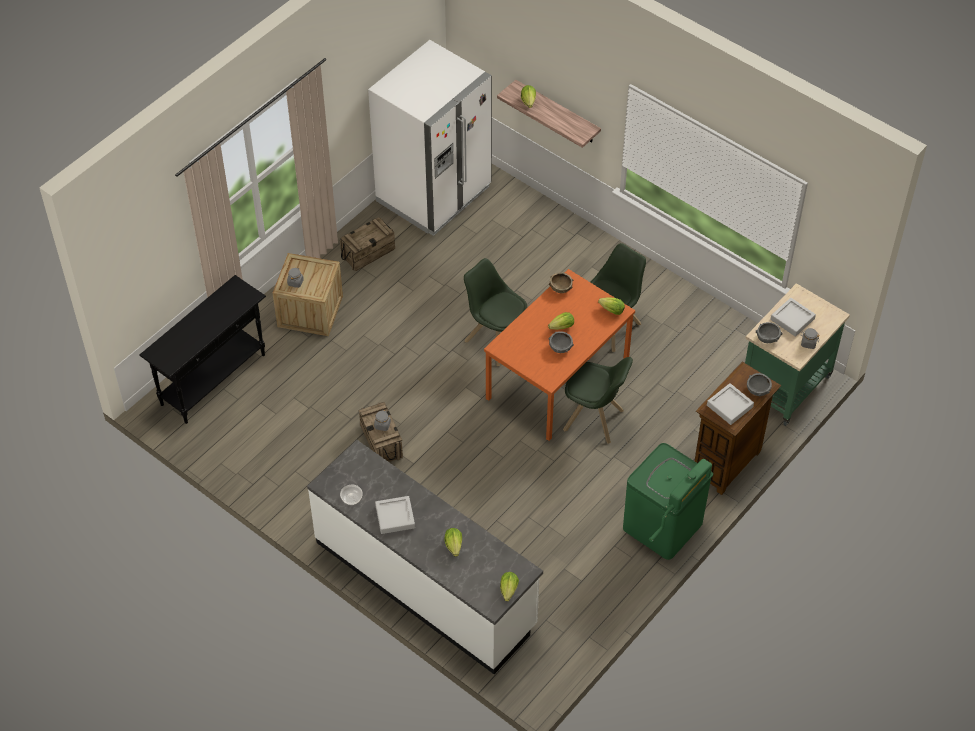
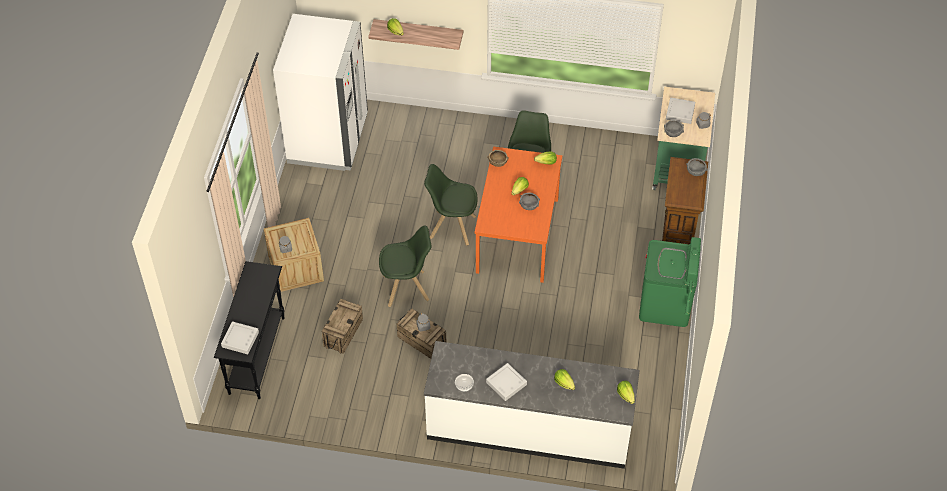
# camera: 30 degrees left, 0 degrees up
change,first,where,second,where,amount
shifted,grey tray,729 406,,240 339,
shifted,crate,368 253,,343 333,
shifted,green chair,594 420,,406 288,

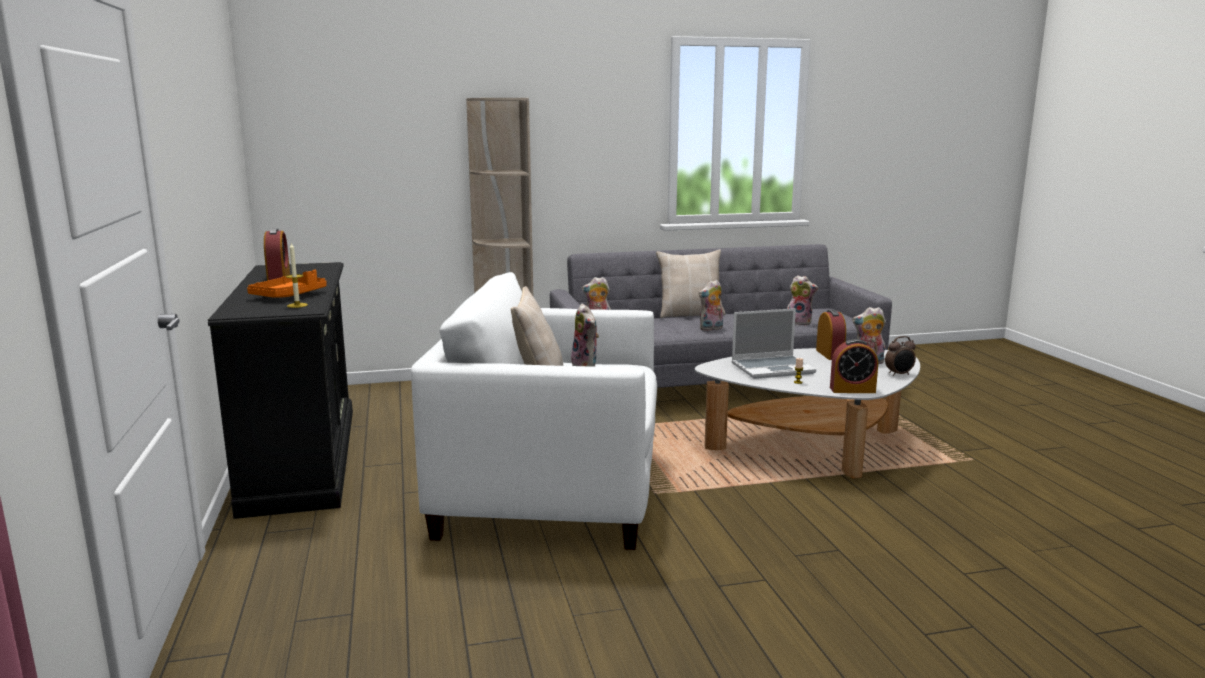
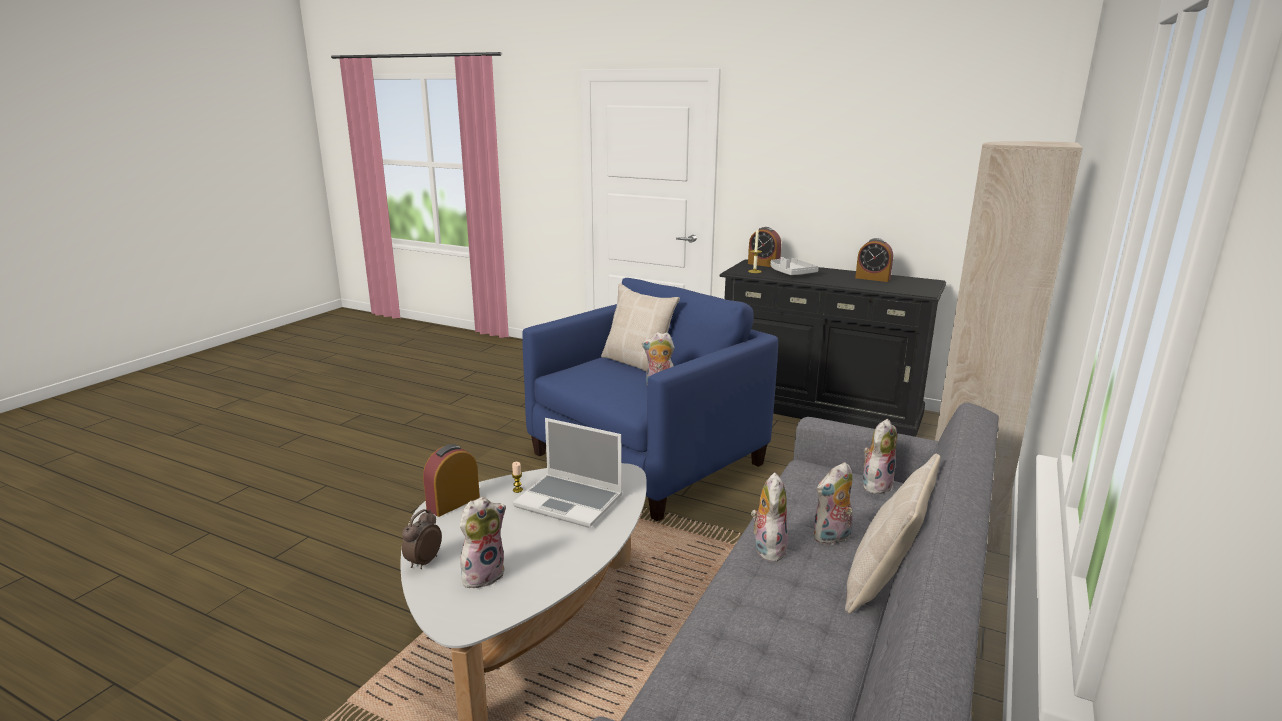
# camera: 130 degrees right, 5 degrees up
change,first,where,second,where,amount
rotated,laptop,773 368,,570 501,90 degrees counterclockwise
repainted,white armchair,551 492,blue armchair,646 459,
shifted,alarm clock,829 354,,763 264,
repainted,orange tray,289 295,grey tray,791 273,
shifted,plush toy,799 322,,832 538,

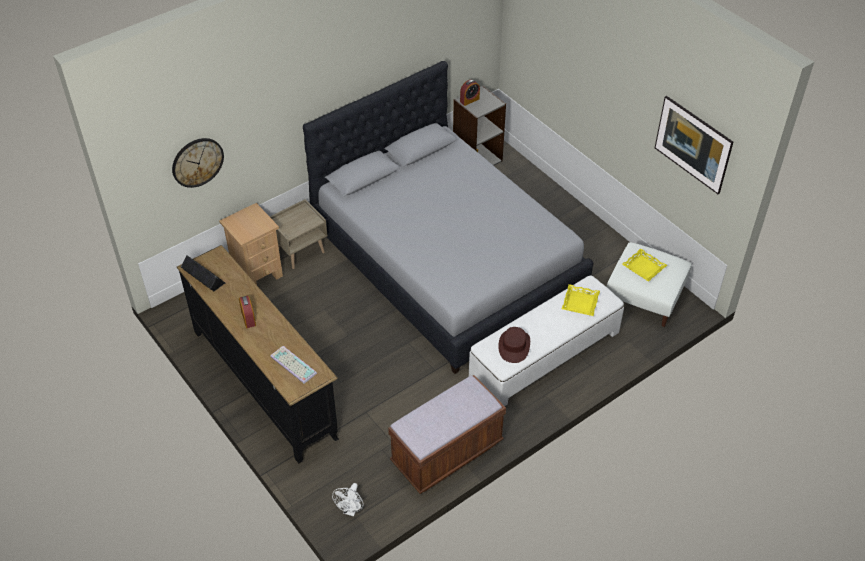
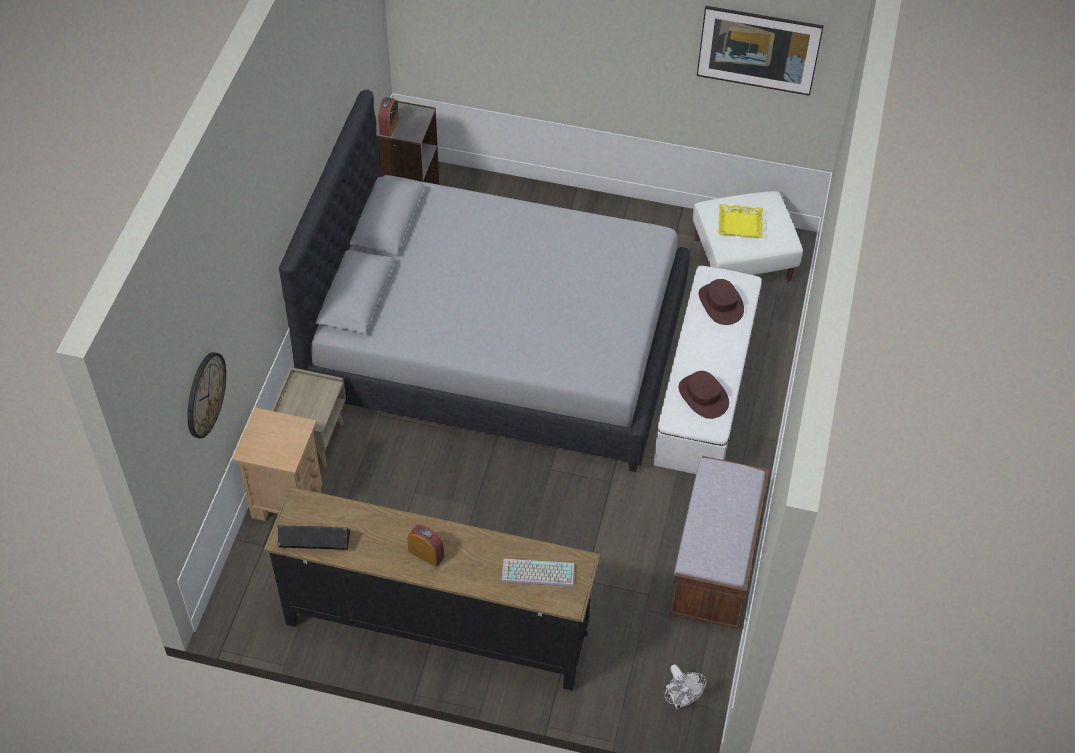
# camera: 40 degrees left, 5 degrees up
change,first,where,second,where,amount
swapped,yellow tray,580 303,brown hat,721 304,

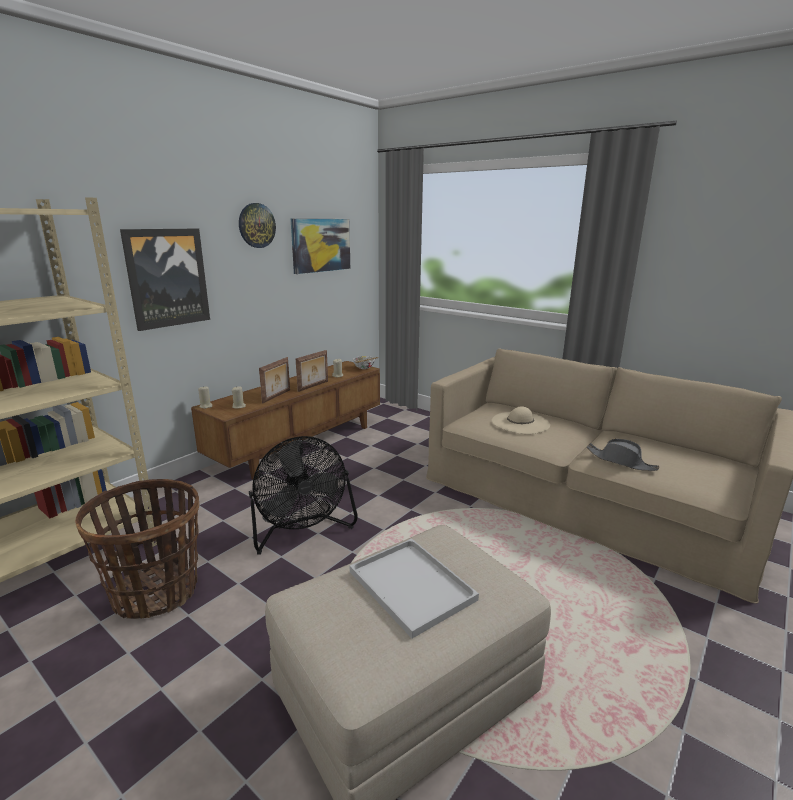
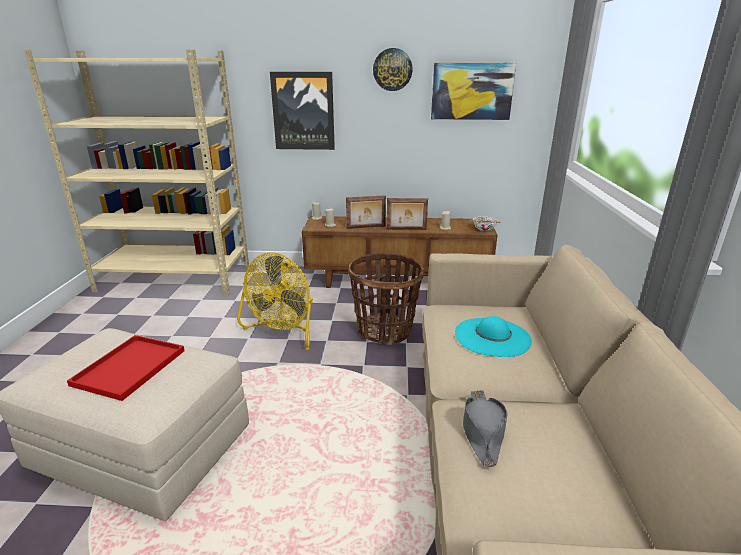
# camera: 55 degrees right, 5 degrees up
change,first,where,second,where,amount
repainted,white tray,409 585,red tray,130 366,
repainted,black fan,298 530,yellow fan,283 330,
shifted,basket,156 592,,385 331,
repainted,beige hat,520 423,turquoise hat,492 336,

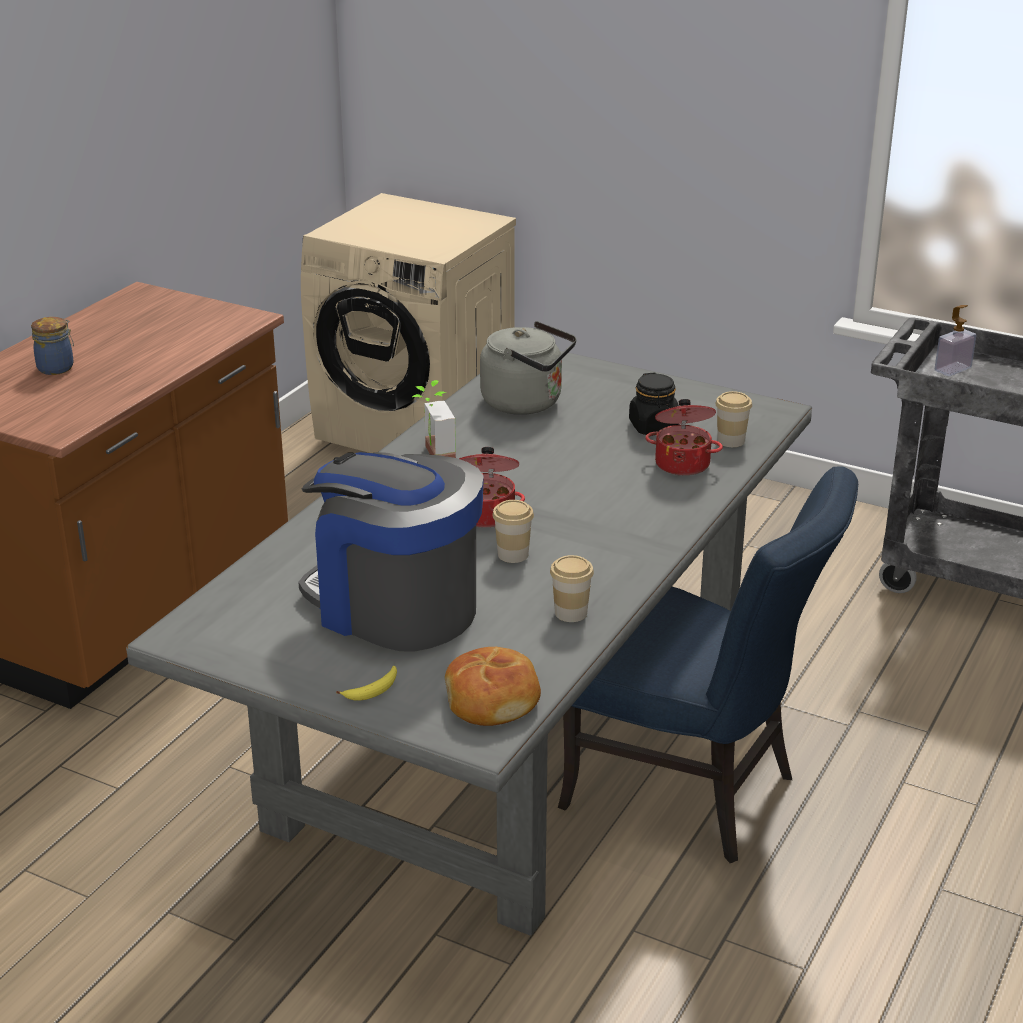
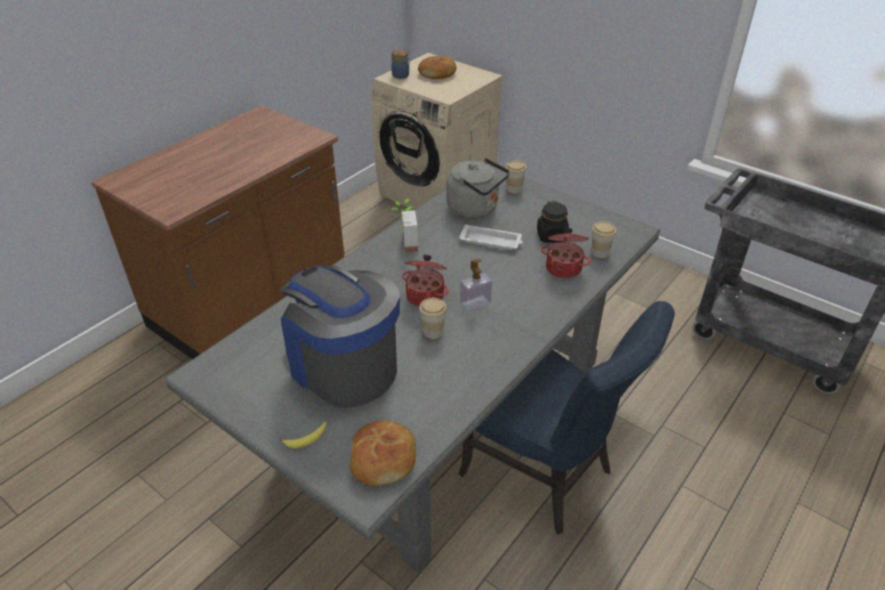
# camera: 10 degrees right, 10 degrees up
change,first,where,second,where,amount
shifted,jar,57 367,,401 75,
new,,,bread,438 74,
new,,,white tray,491 241,
shifted,soap dispenser,952 369,,475 303,
shifted,cup,571 613,,514 189,

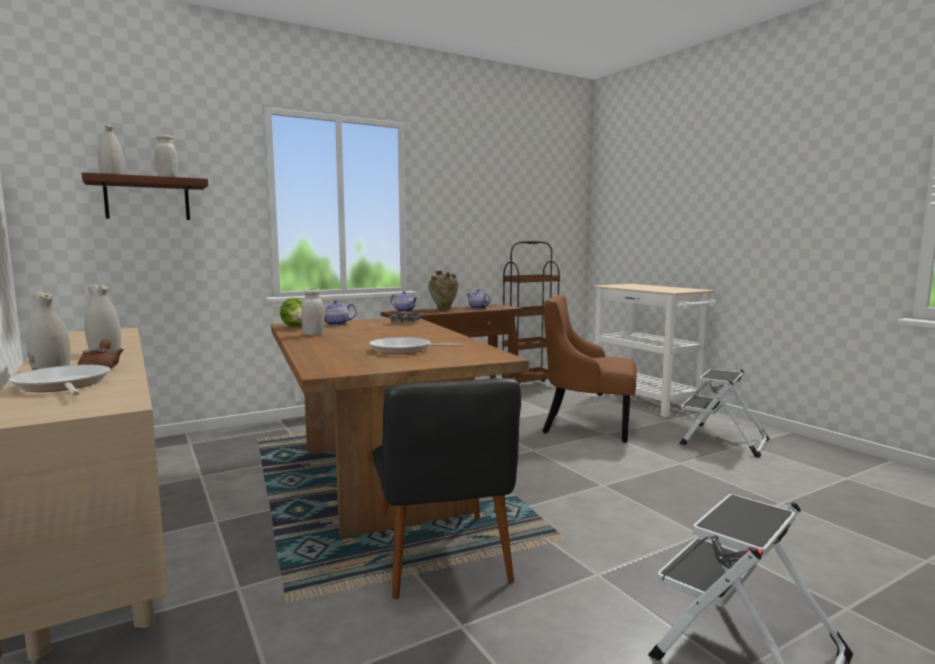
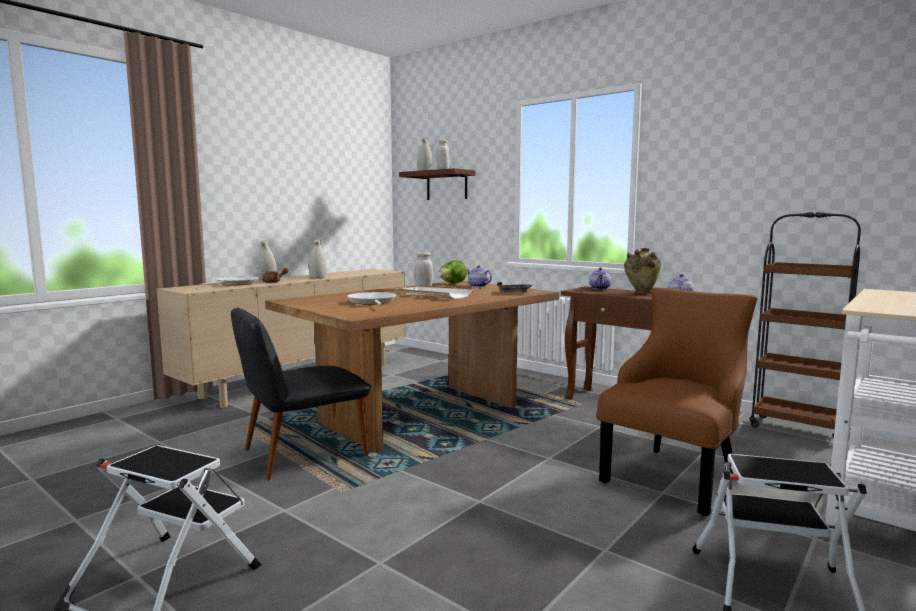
# camera: 70 degrees right, 0 degrees up
change,first,where,second,where,amount
new,,,white tray,433 295,
rotated,brown chair,588 427,,673 480,45 degrees clockwise

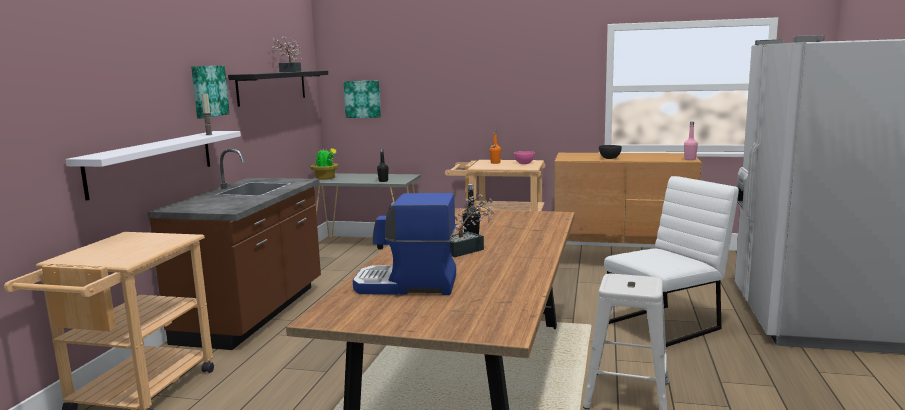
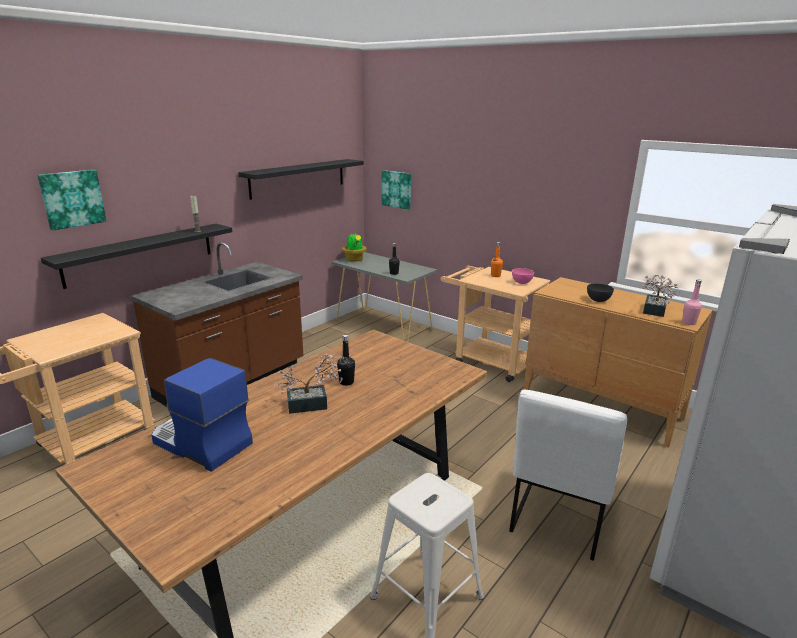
# camera: 25 degrees right, 10 degrees up
change,first,where,second,where,amount
shifted,picture,208 91,,72 199,
repainted,white shelf,153 162,black shelf,141 254,
rotated,white chair,665 325,,558 516,120 degrees clockwise
shifted,potted plant,289 71,,653 311,

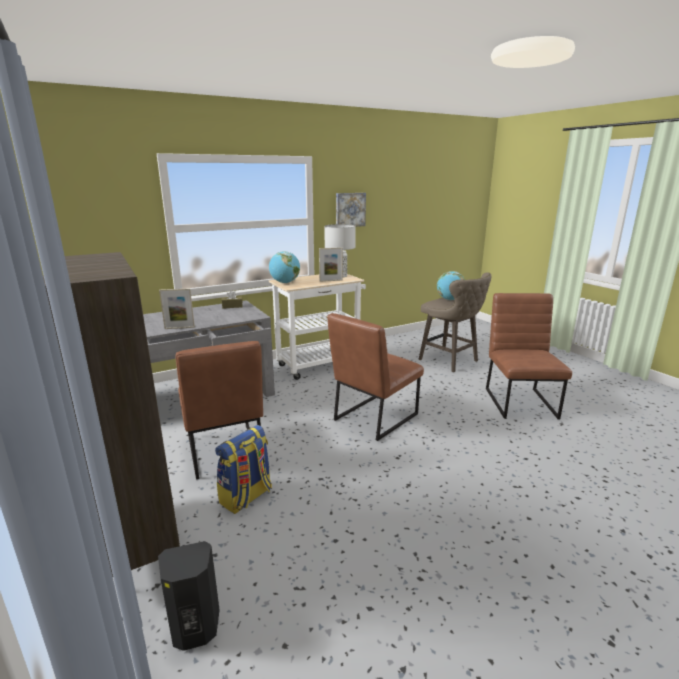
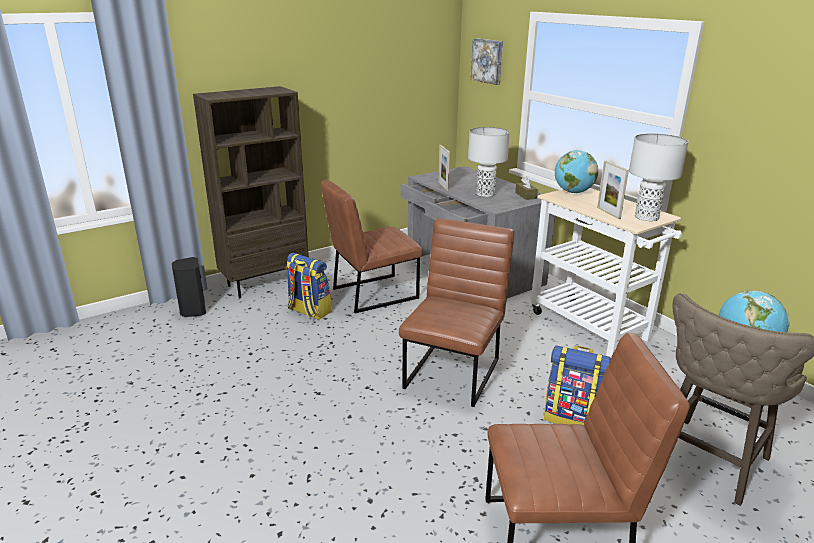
# camera: 85 degrees right, 5 degrees up
change,first,where,second,where,amount
rotated,brown chair,374 417,,454 372,75 degrees clockwise
new,,,white table lamp,485 194,
shifted,picture,350 209,,488 61,
new,,,backpack,572 417,

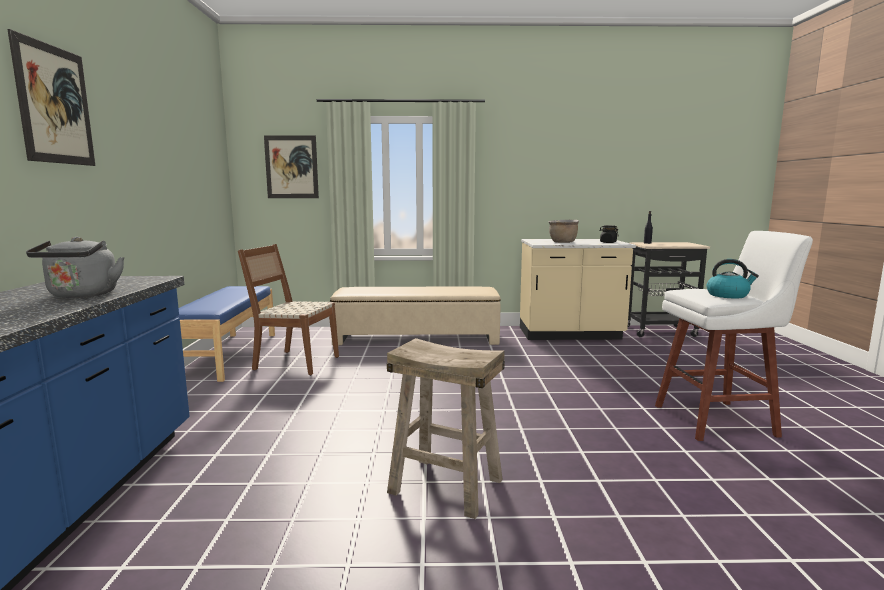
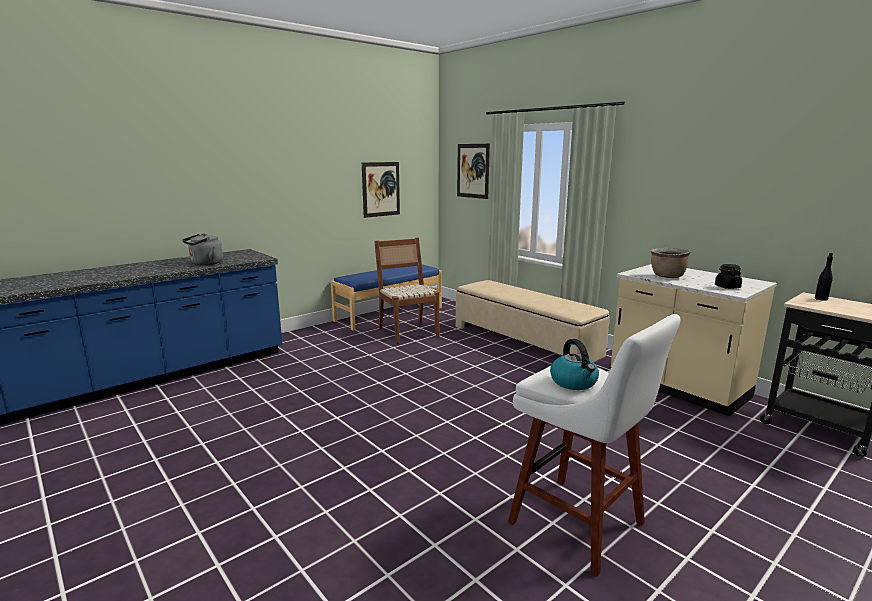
# camera: 50 degrees right, 5 degrees up
change,first,where,second,where,amount
shifted,picture,55 105,,381 189,
gone,beige stool,446 485,,,

